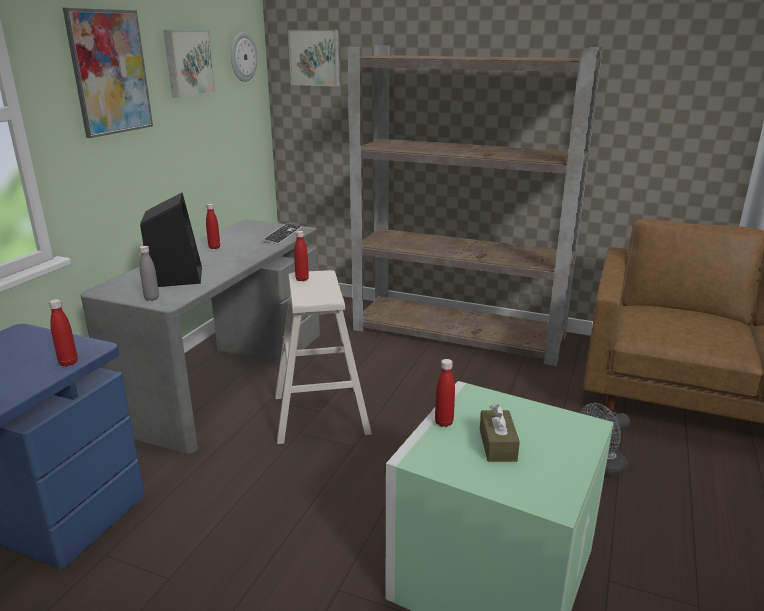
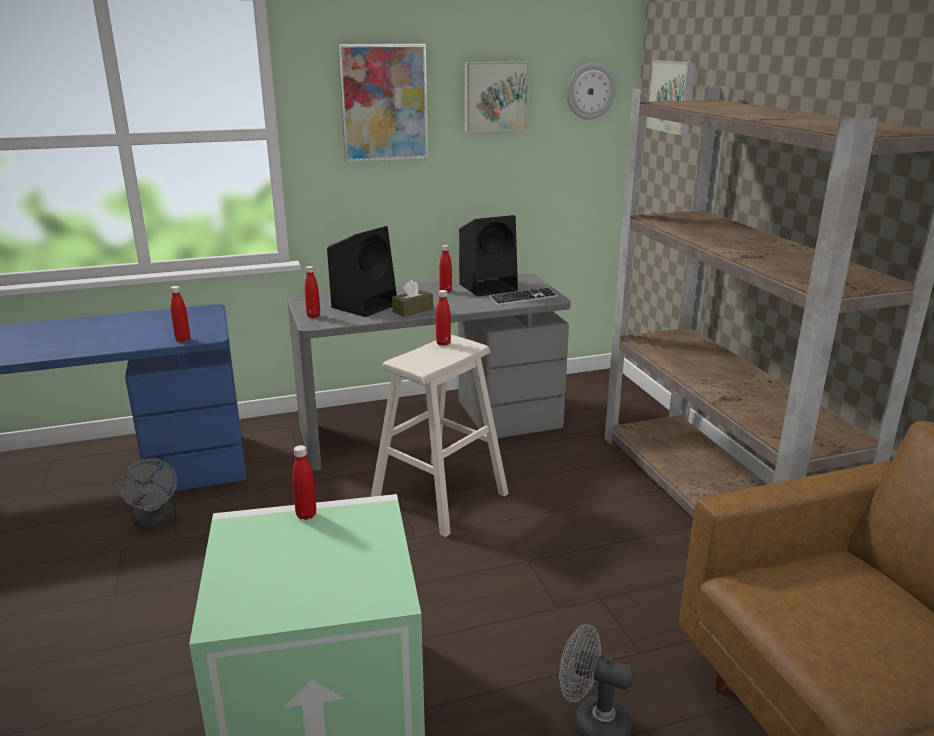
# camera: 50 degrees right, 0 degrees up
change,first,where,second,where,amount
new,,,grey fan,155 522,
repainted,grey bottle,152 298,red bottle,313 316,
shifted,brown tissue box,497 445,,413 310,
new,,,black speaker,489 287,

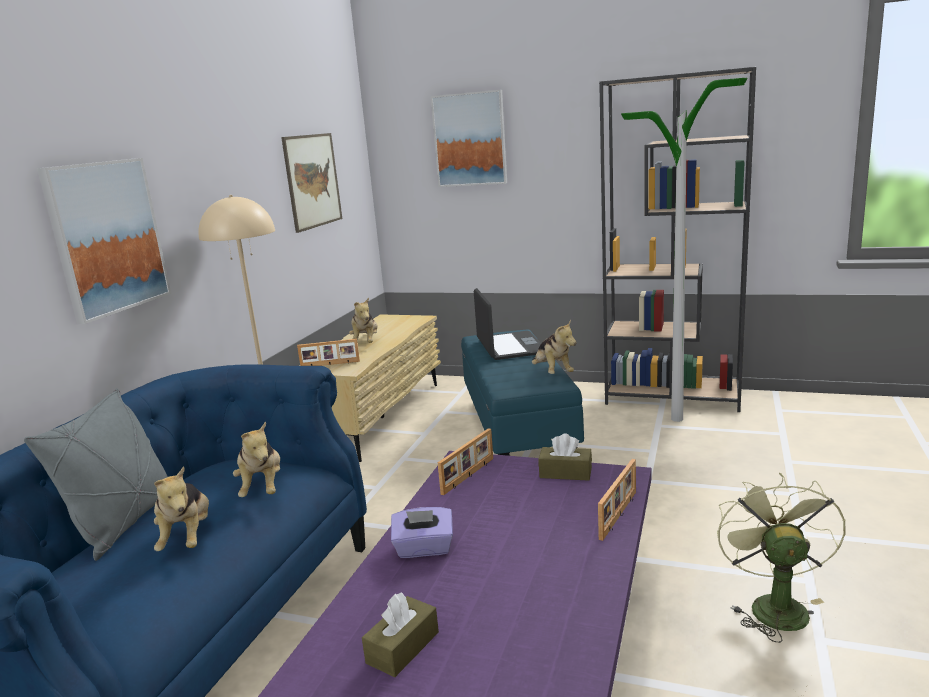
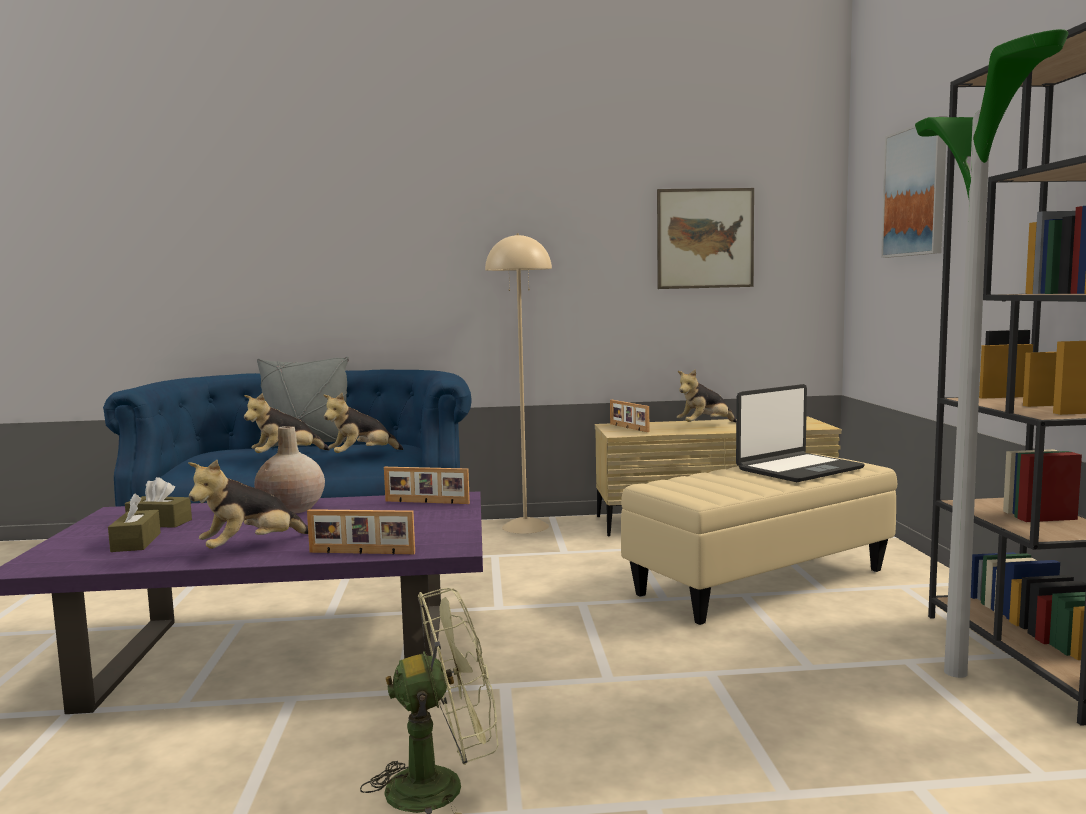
# camera: 65 degrees right, 10 degrees down
change,first,where,second,where,amount
shifted,brown tissue box,565 473,,136 542,
shifted,plush toy,552 372,,251 548,
swapped,purple tissue box,424 549,beige vase,292 509,
repainted,blue ottoman,516 432,beige ottoman,760 582,
gone,picture,107 237,,,

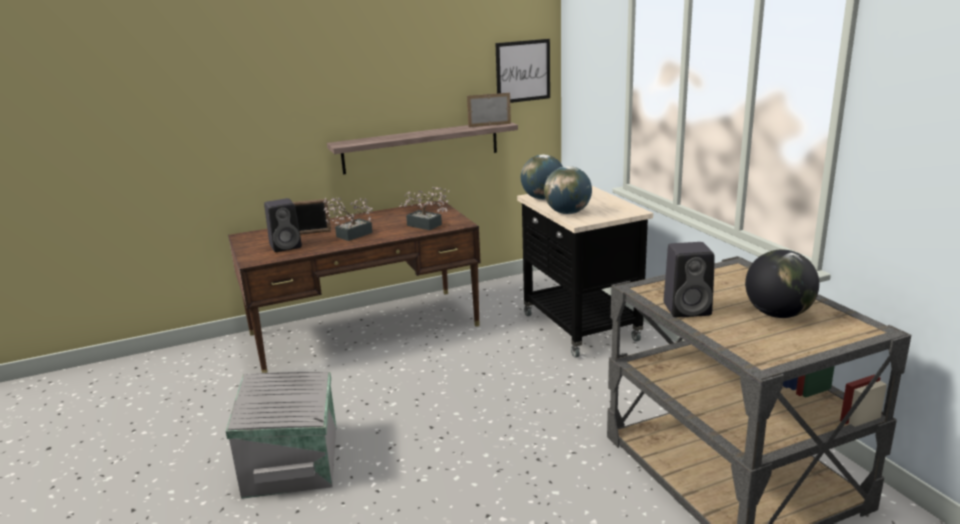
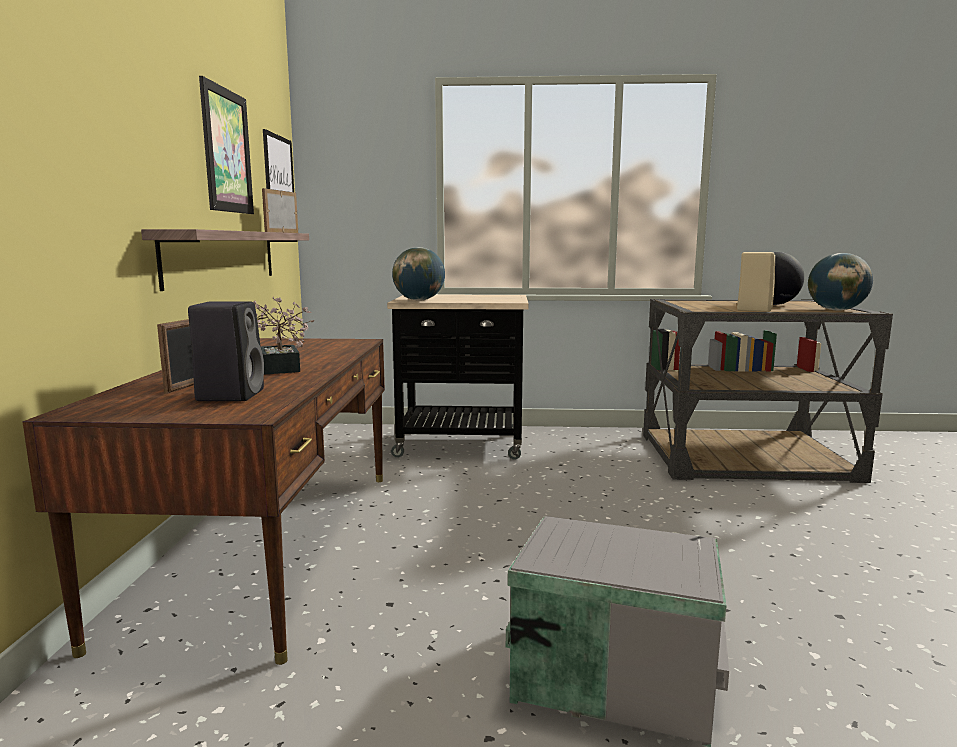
# camera: 65 degrees left, 10 degrees down
change,first,where,second,where,amount
new,,,picture,227 151,
repainted,black speaker,688 309,beige speaker,753 309,
shifted,globe,567 212,,836 310,
gone,potted plant,427 226,,,

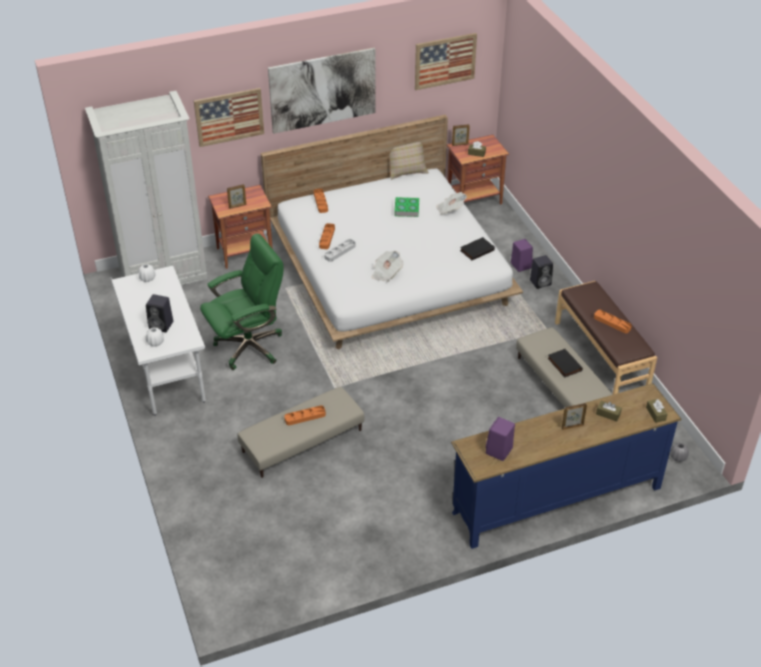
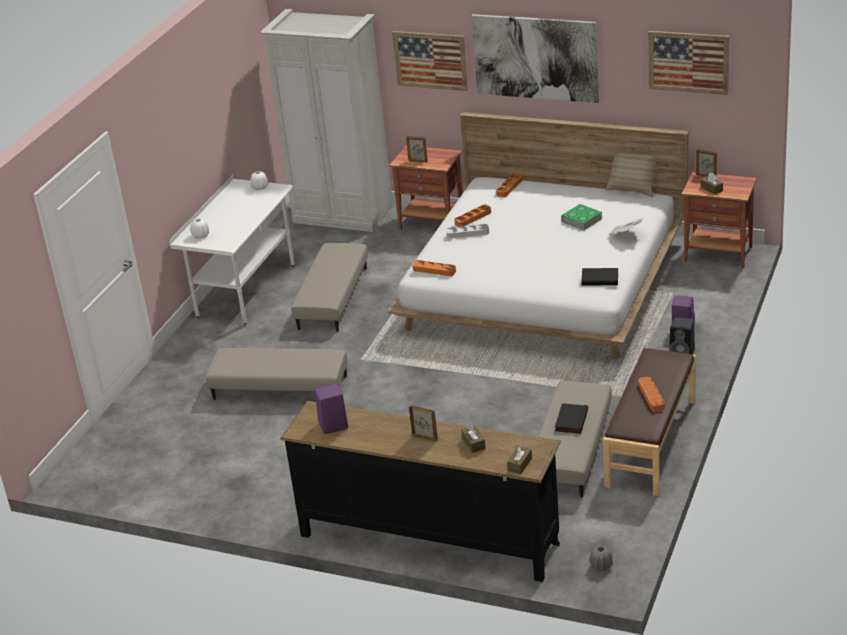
# camera: 45 degrees right, 10 degrees down
change,first,where,second,where,amount
repainted,blue dresser,556 499,black dresser,429 538,
swapped,green office chair,248 347,beige ottoman,333 298,
shifted,orange tray,305 417,,434 270,
gone,black speaker,162 325,,,
gone,newspaper,386 273,,,

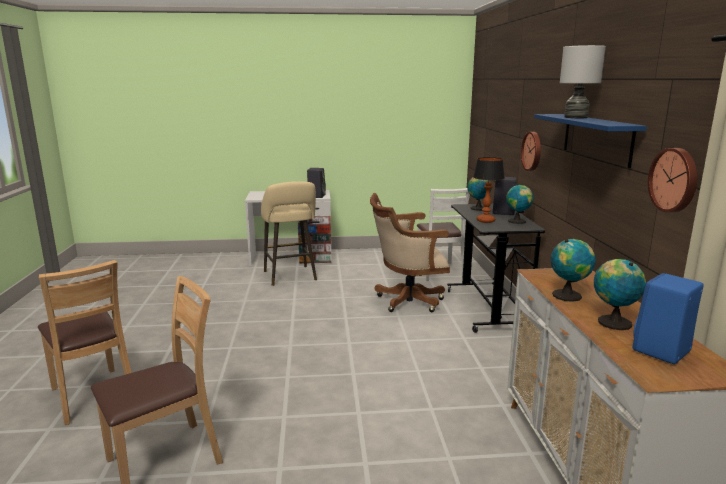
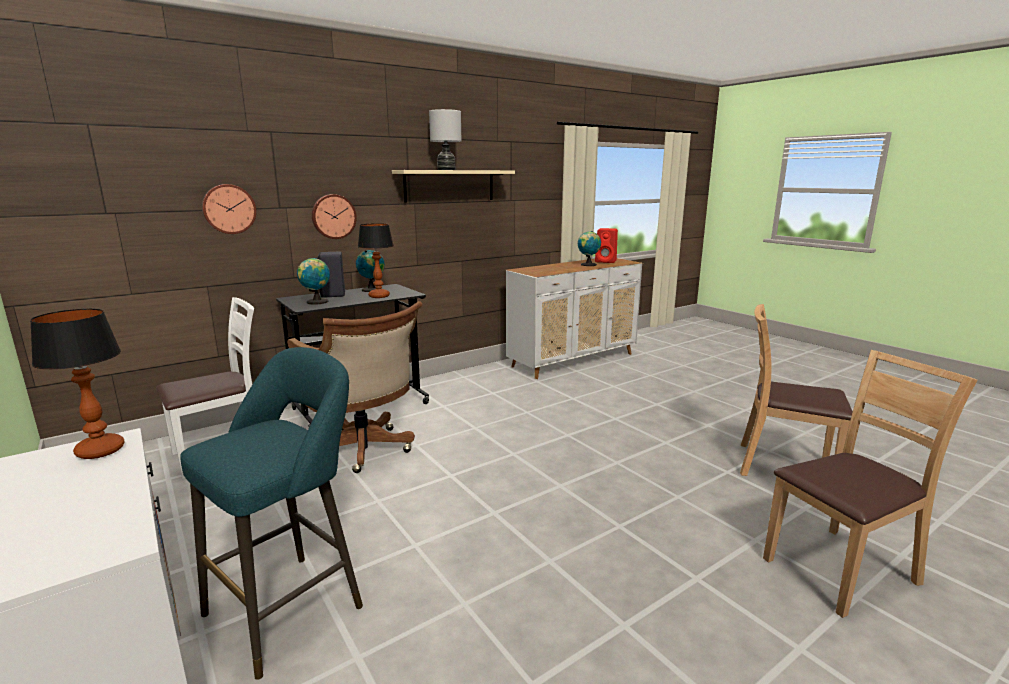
# camera: 120 degrees left, 0 degrees up
change,first,where,second,where,amount
swapped,black speaker,316 196,table lamp,99 451,
repainted,beige stool,290 277,turquoise stool,292 605,
shifted,wall clock,674 180,,229 209,
repainted,blue shelf,596 138,beige shelf,449 185,
repainted,blue speaker,661 351,red speaker,606 261,
rotated,brown chair,93 395,,840 569,45 degrees clockwise
gone,globe,568 295,,,

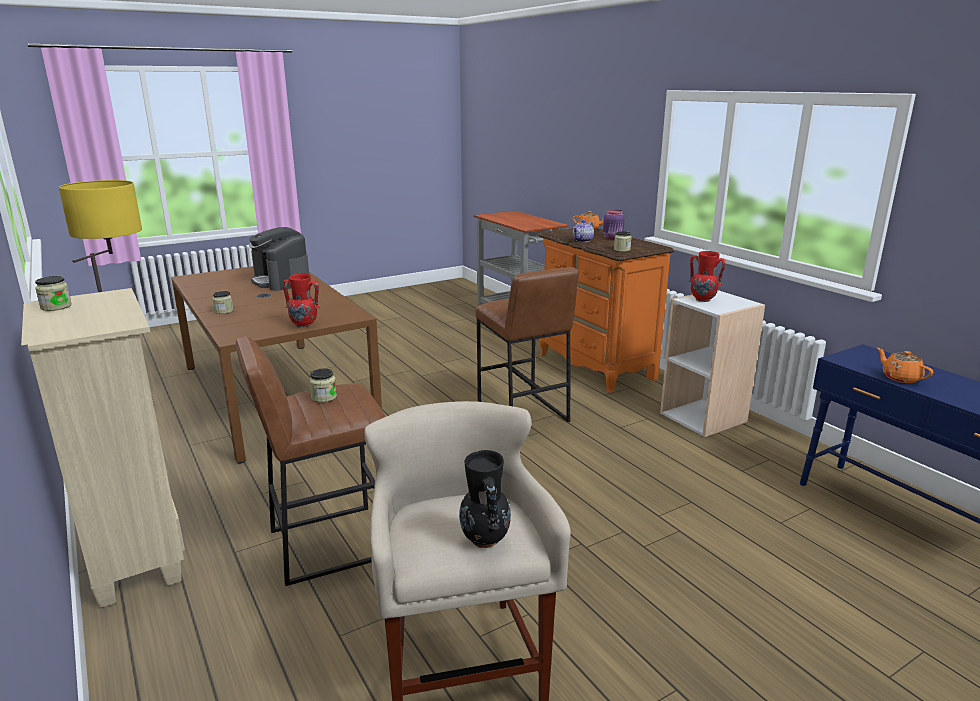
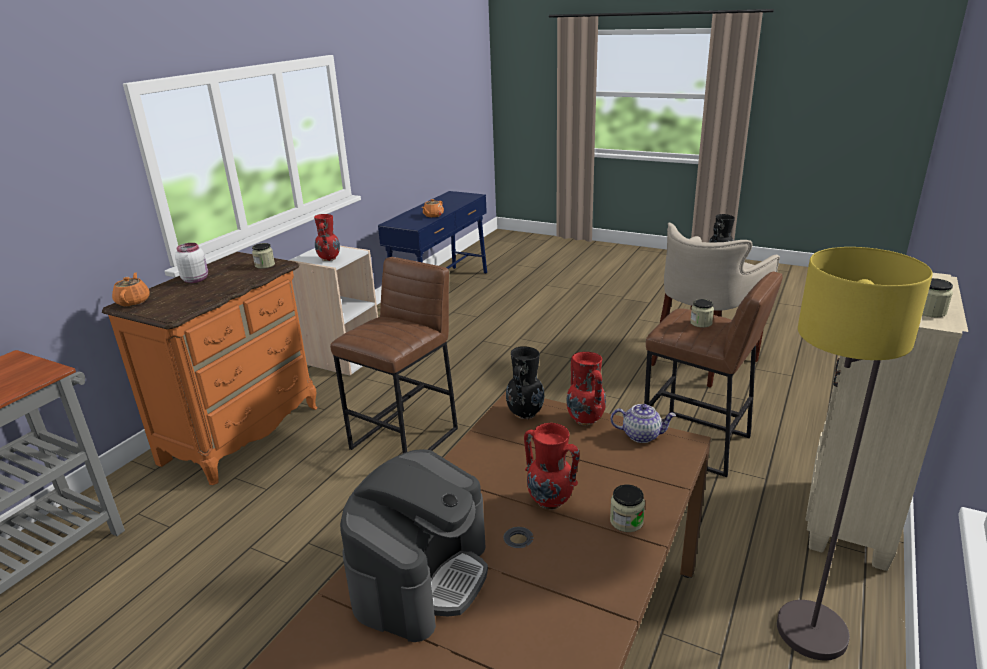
# camera: 120 degrees left, 5 degrees up
change,first,where,second,where,amount
repainted,purple jar,613 238,white jar,196 279,
new,,,black vase,525 413,
new,,,red vase,550 502,
shifted,teapot,583 240,,641 435,

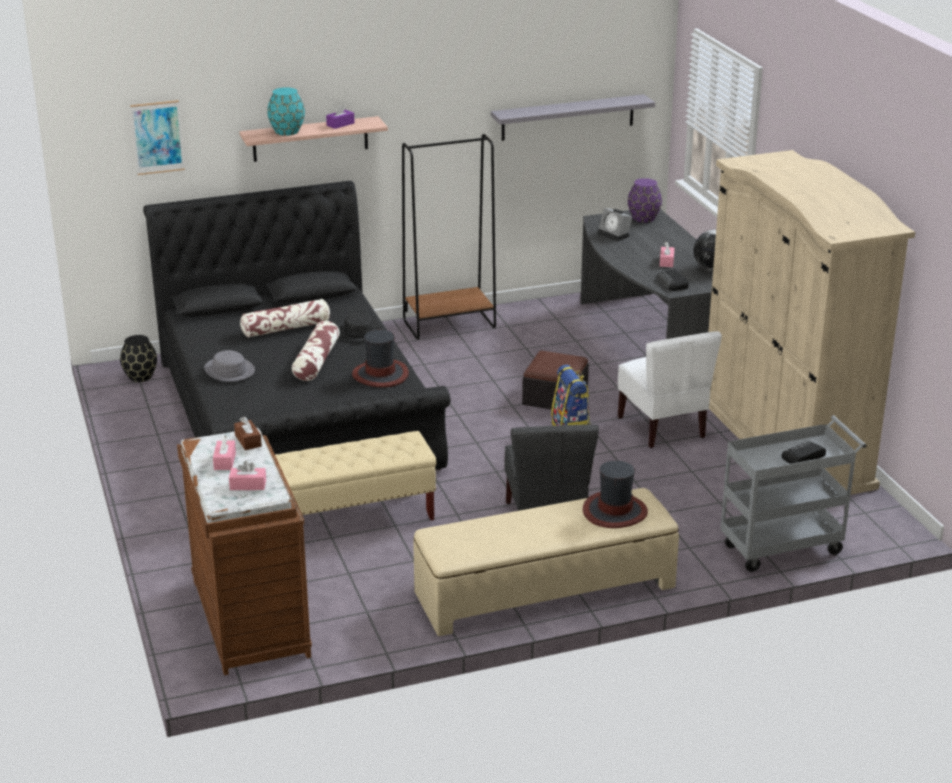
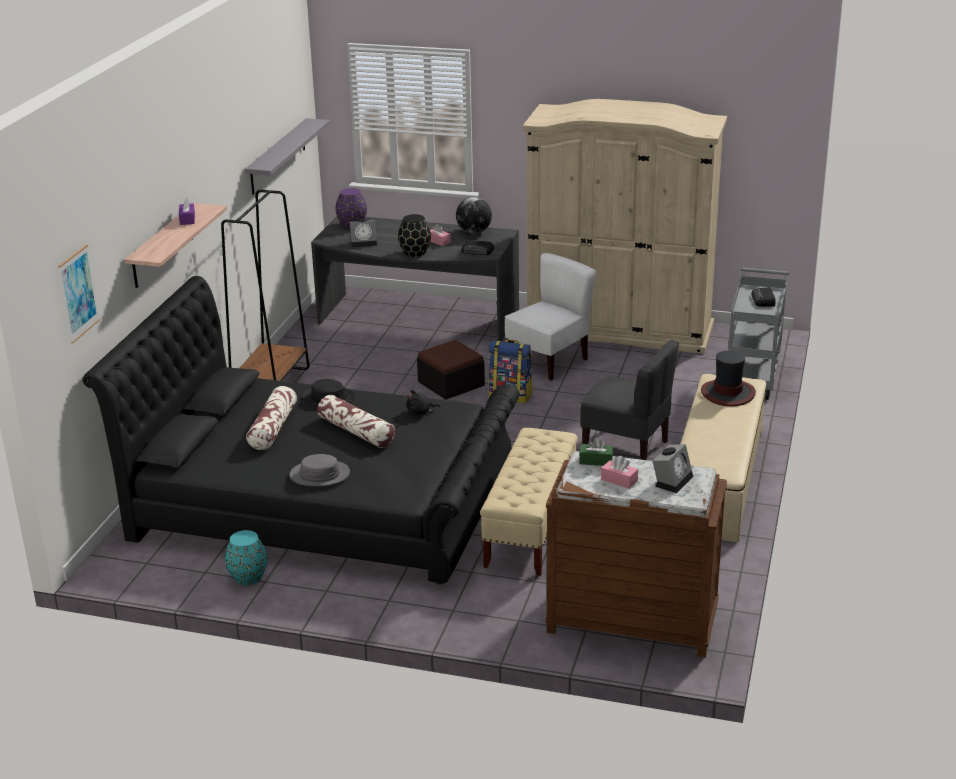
# camera: 55 degrees left, 0 degrees up
change,first,where,second,where,amount
shifted,turquoise vase,287 131,,247 577,
shifted,black vase,140 376,,414 253,
swapped,hat,380 374,black plush toy,420 411,
rotated,white chair,663 427,,548 361,60 degrees counterclockwise
repainted,brown tissue box,248 441,green tissue box,596 461,
swapped,pink tissue box,248 485,alarm clock,672 480,

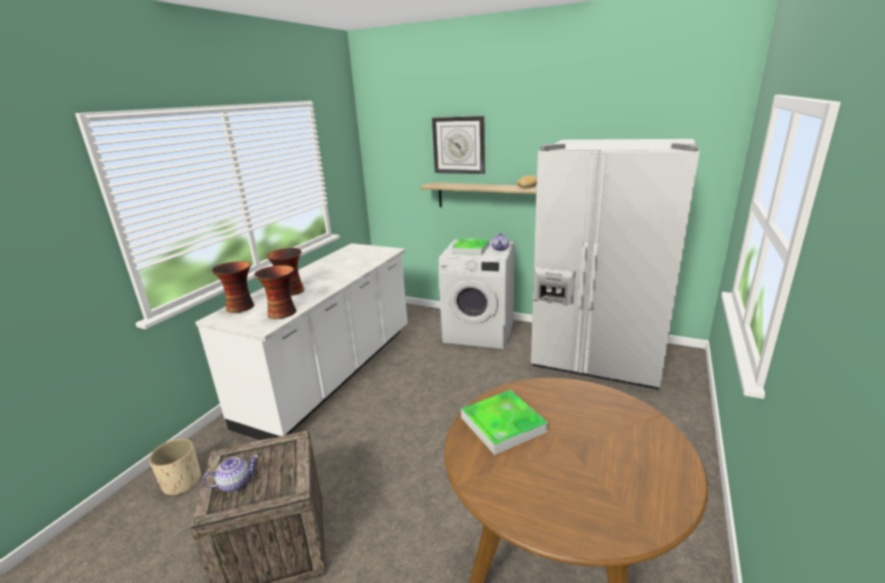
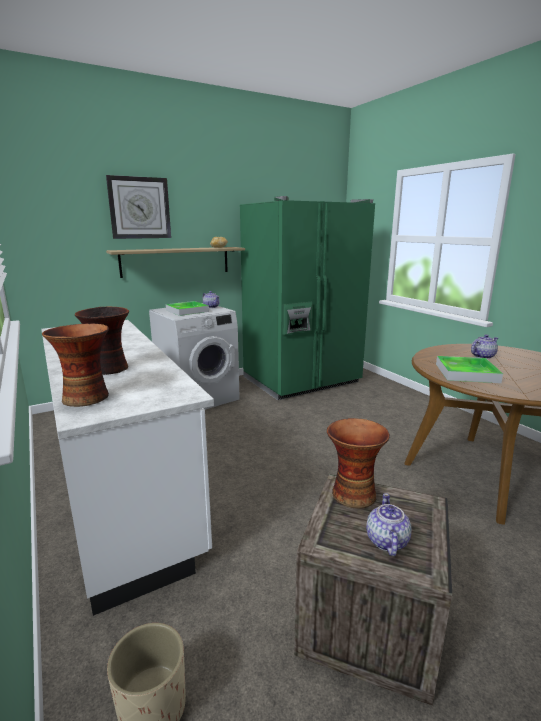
# camera: 55 degrees left, 5 degrees down
change,first,where,second,where,amount
repainted,white fridge,598 357,green fridge,302 380,
shifted,vase,282 312,,352 494,
new,,,teapot,482 356,

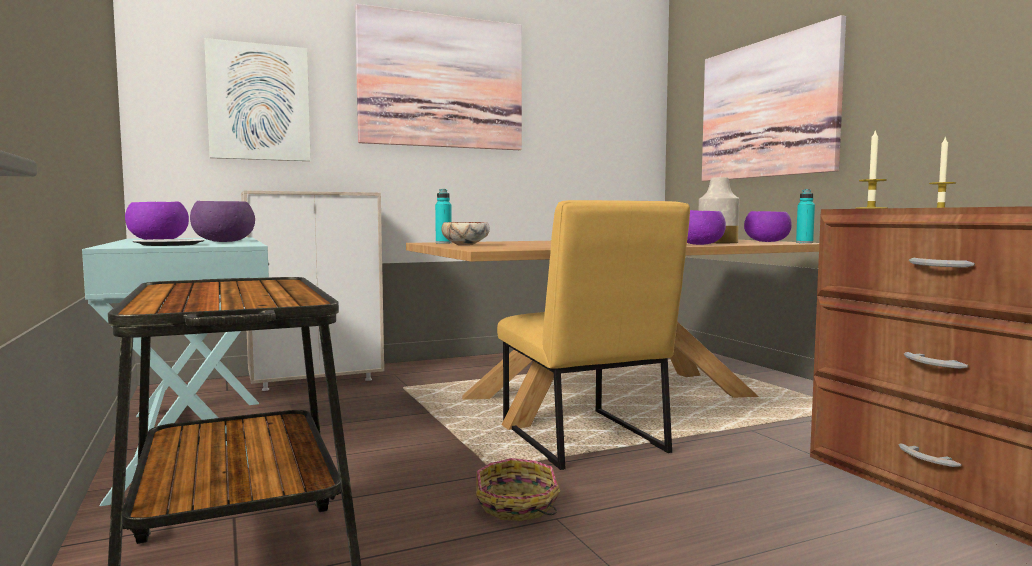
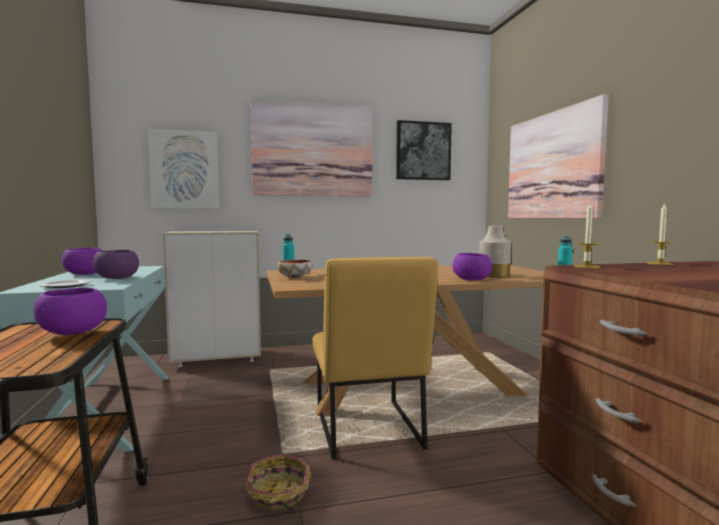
# camera: 10 degrees right, 0 degrees up
change,first,where,second,where,amount
shifted,purple bowl,767 241,,72 333,
new,,,picture,423 151,

